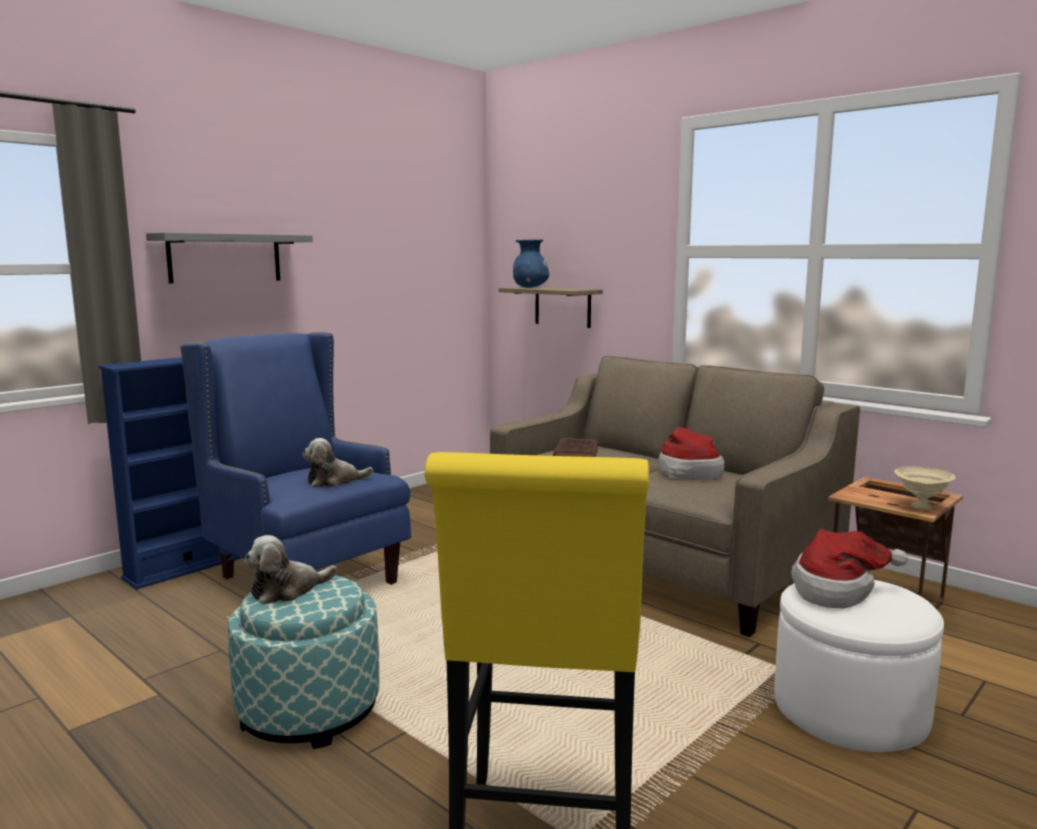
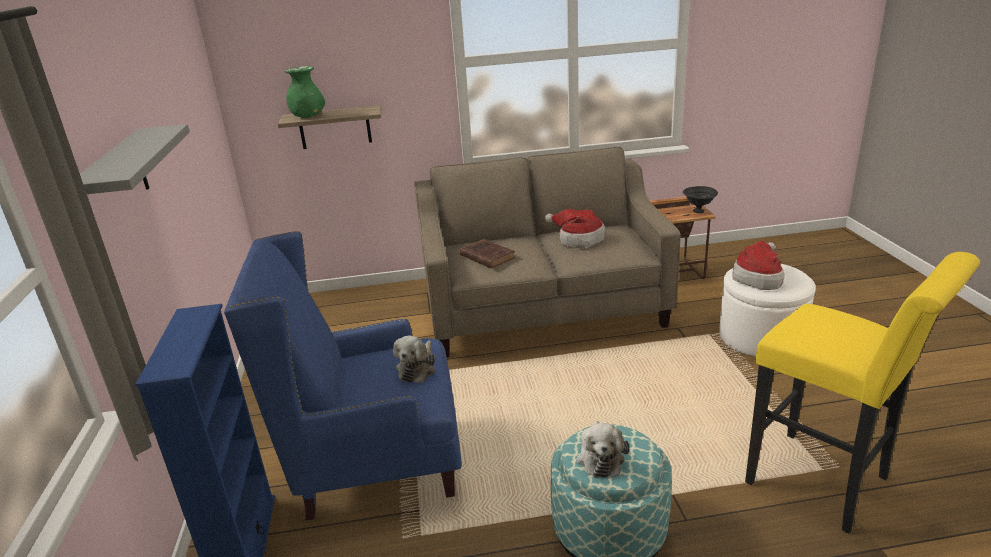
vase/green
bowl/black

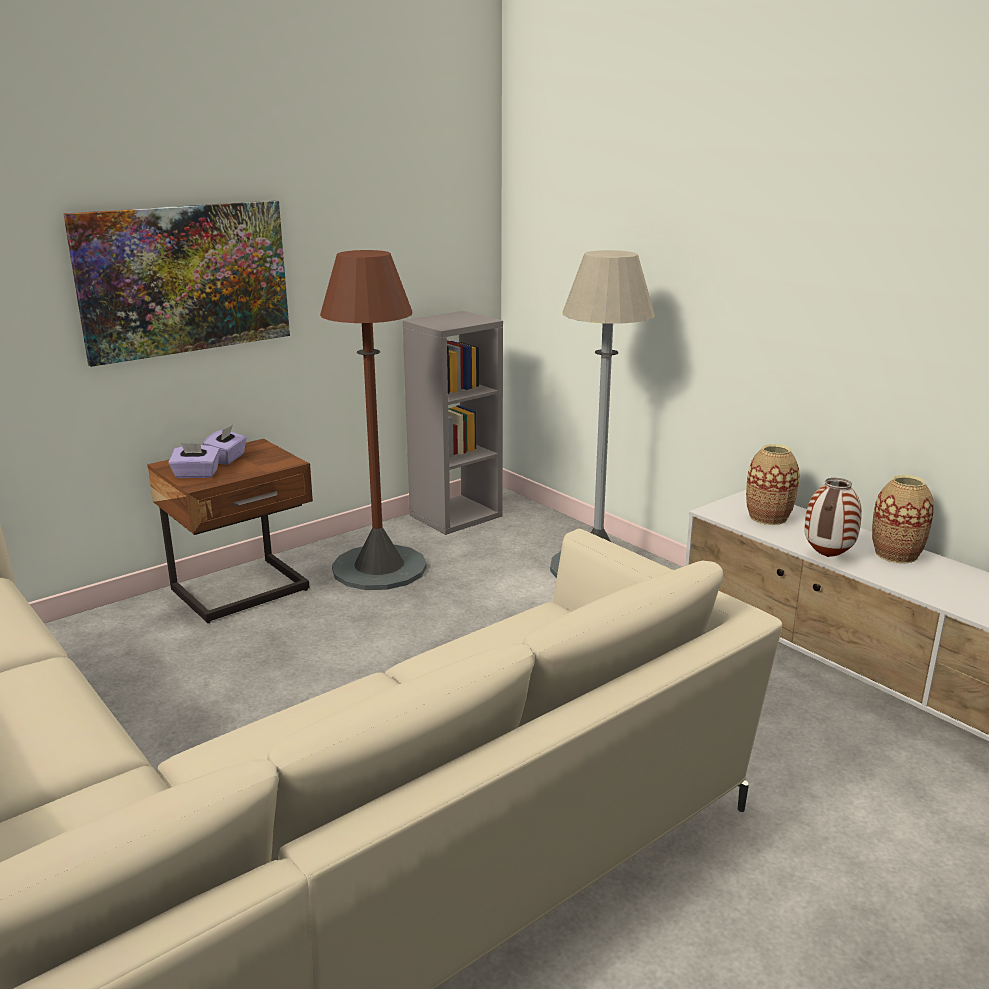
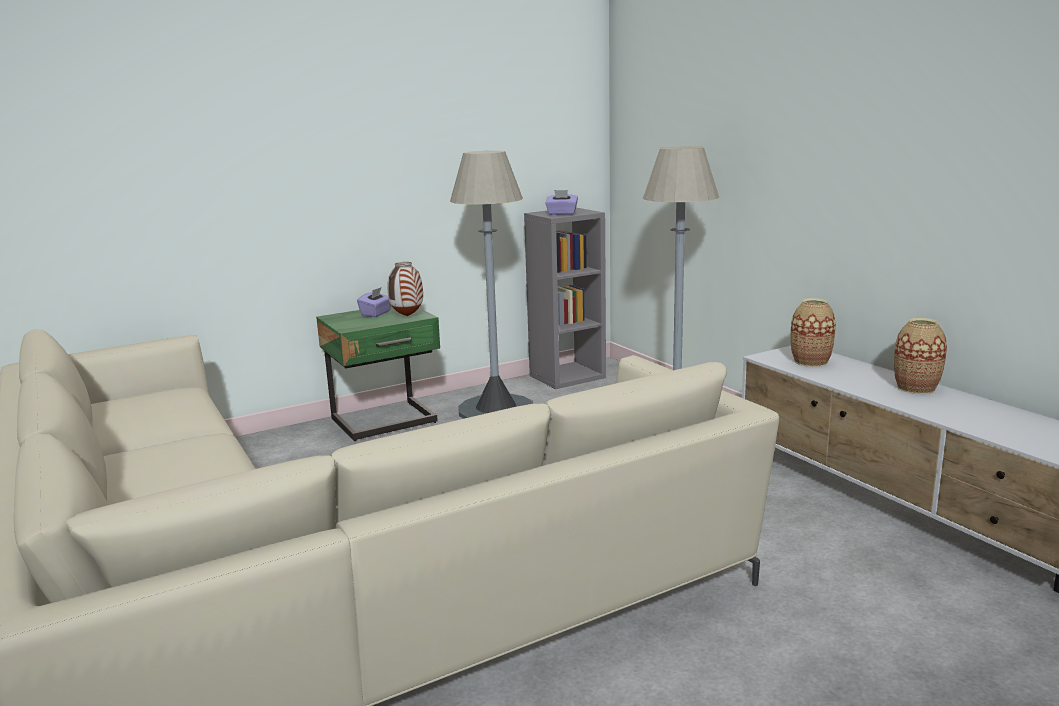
picture
tissue box/purple (2nd from left)
vase (1st from left)
nightstand/green
floor lamp/grey (1st from left)

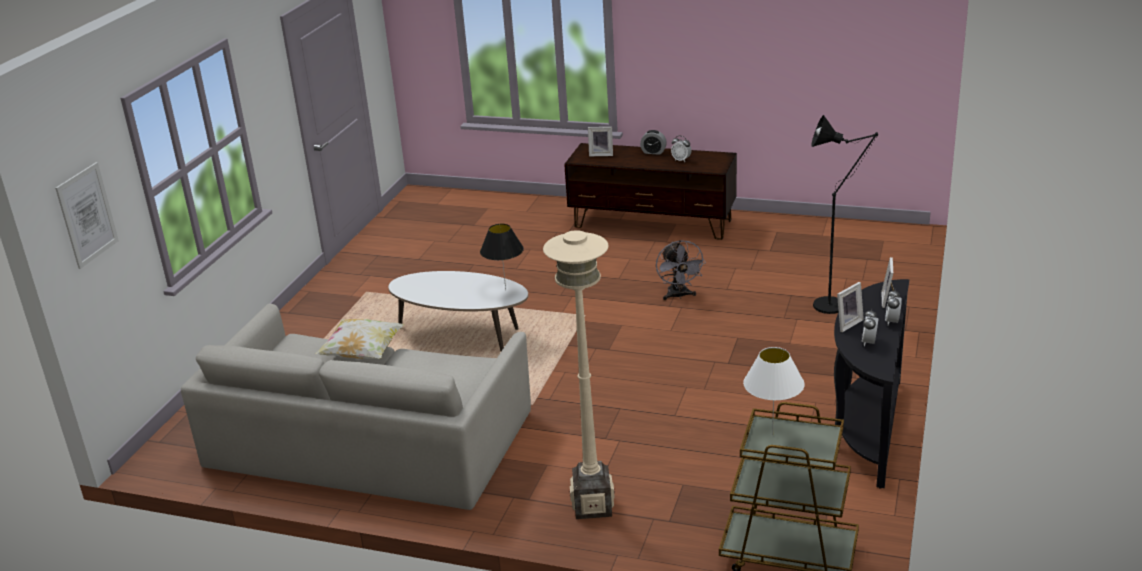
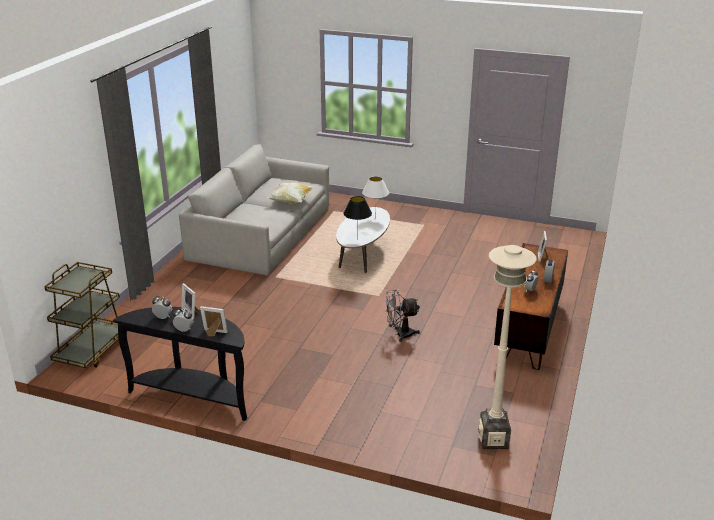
picture
floor lamp/black
floor lamp/beige
table lamp/white

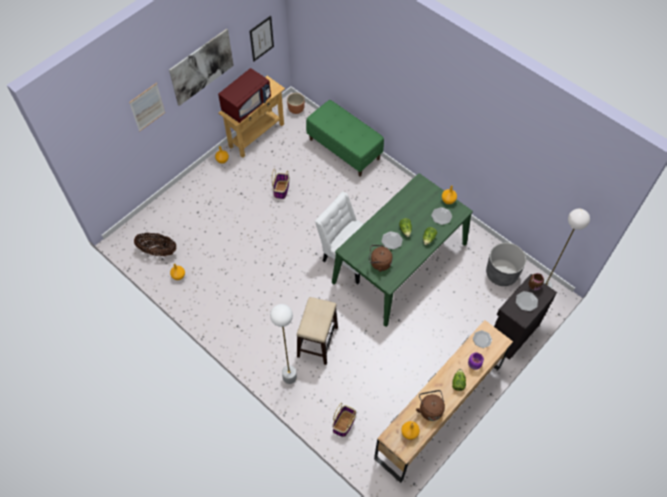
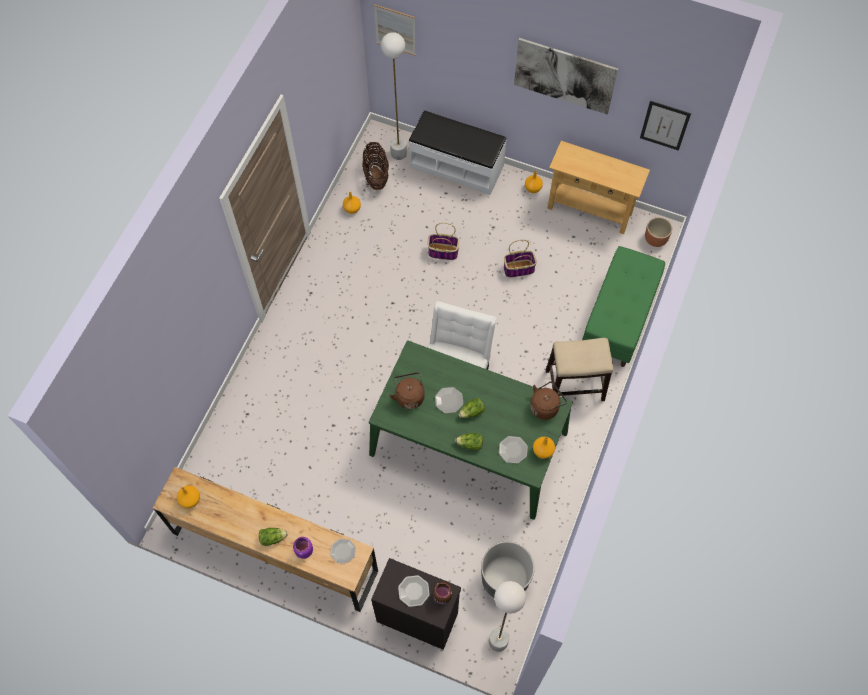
microwave/red
bench/white
picture (1st from left)
floor lamp/white (1st from left)
stool
basket (2nd from left)
kettle/brown (2nd from left)

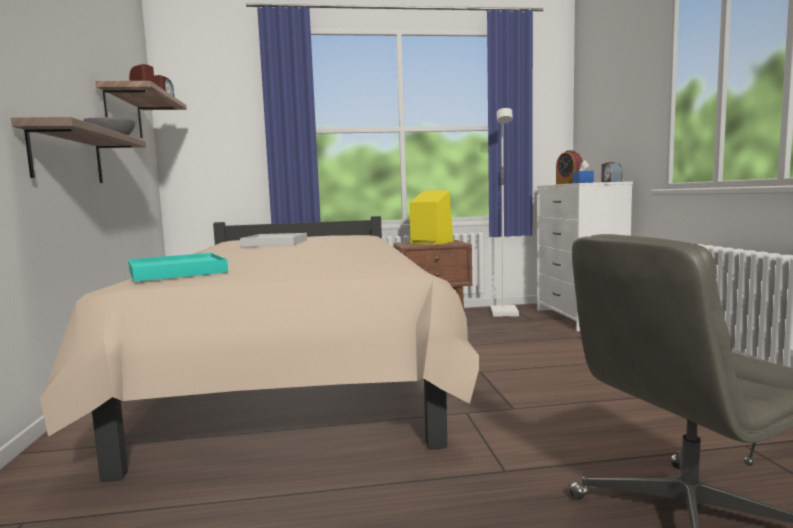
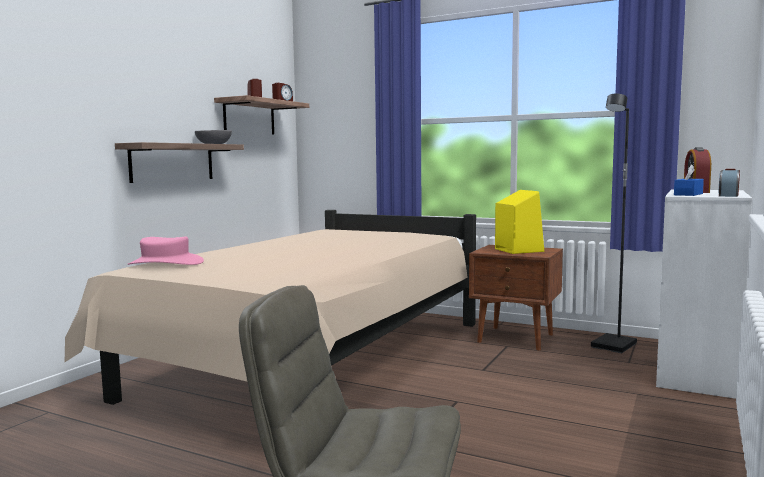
tray/white
hat/pink
floor lamp/black

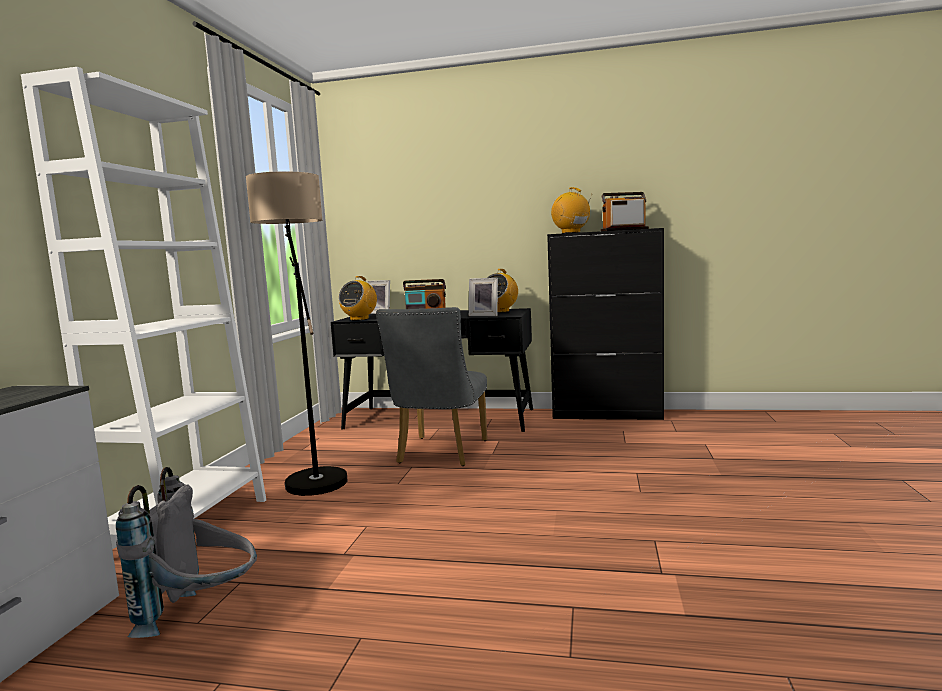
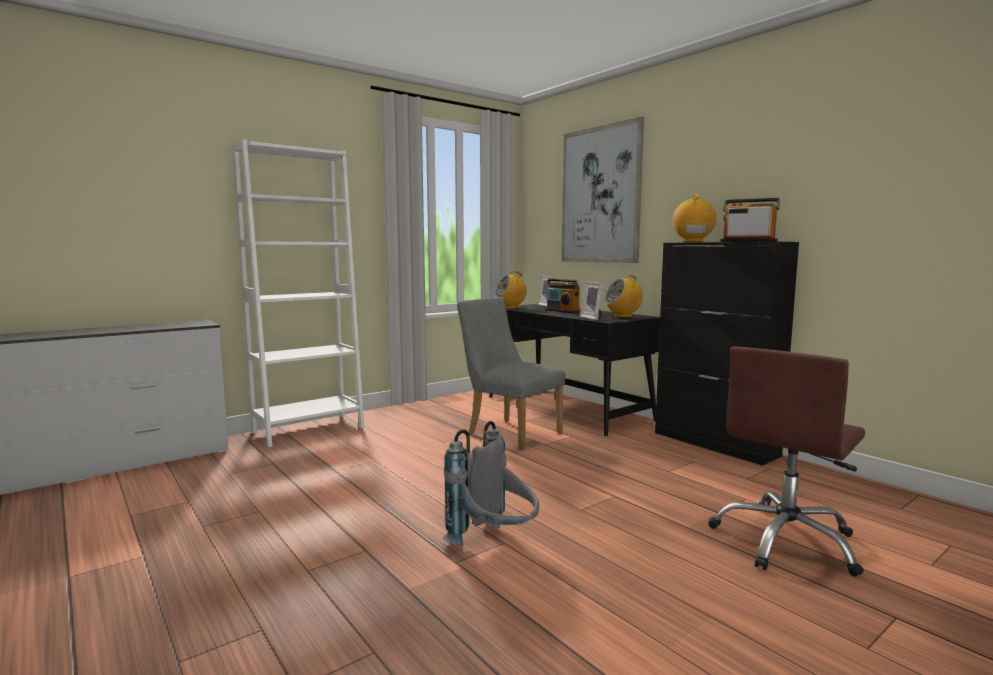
floor lamp
picture
office chair/brown
backpack/grey
chair/grey

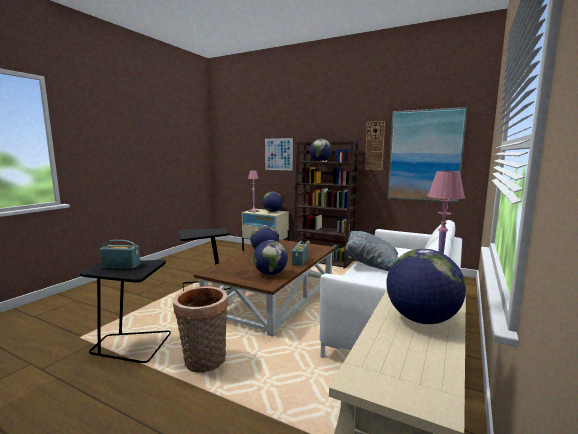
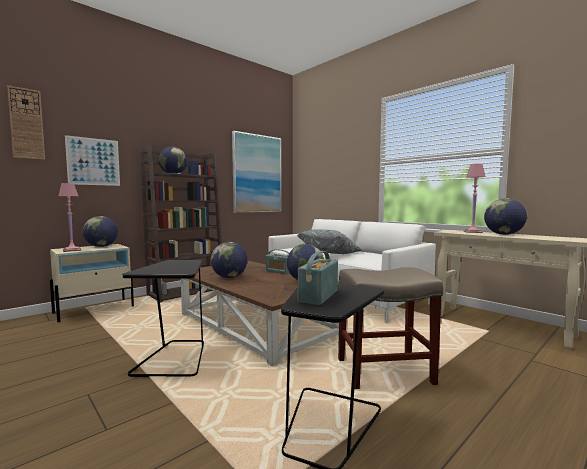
wall clock
stool/beige

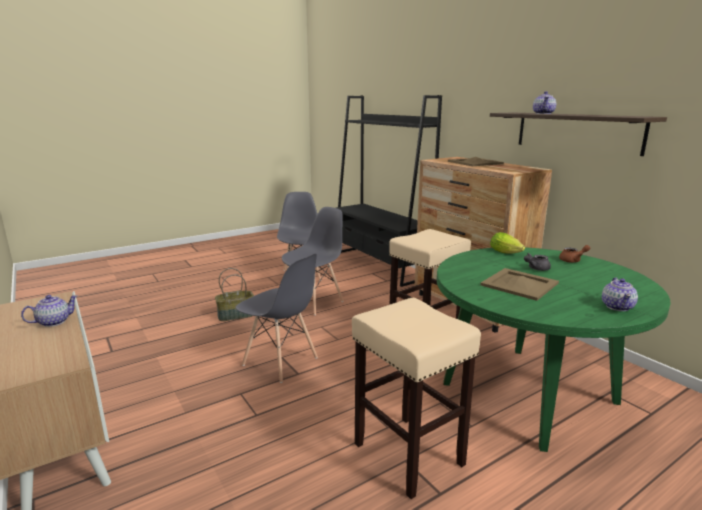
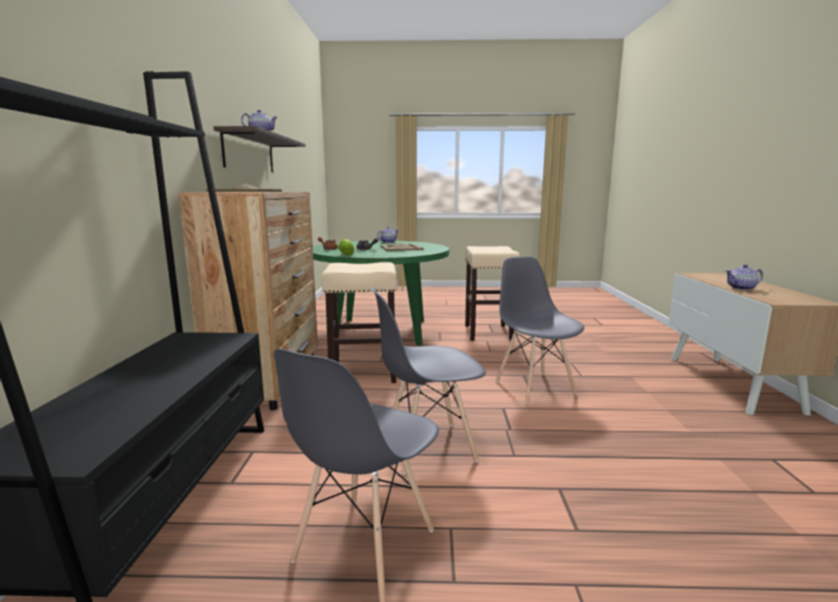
basket

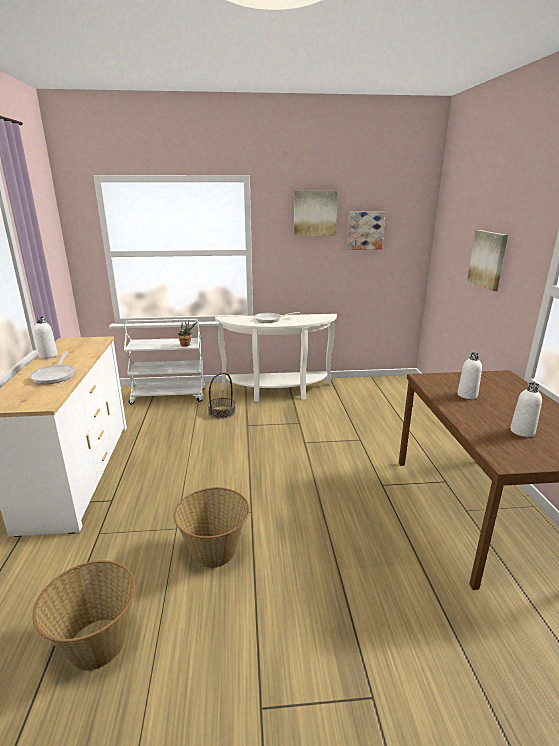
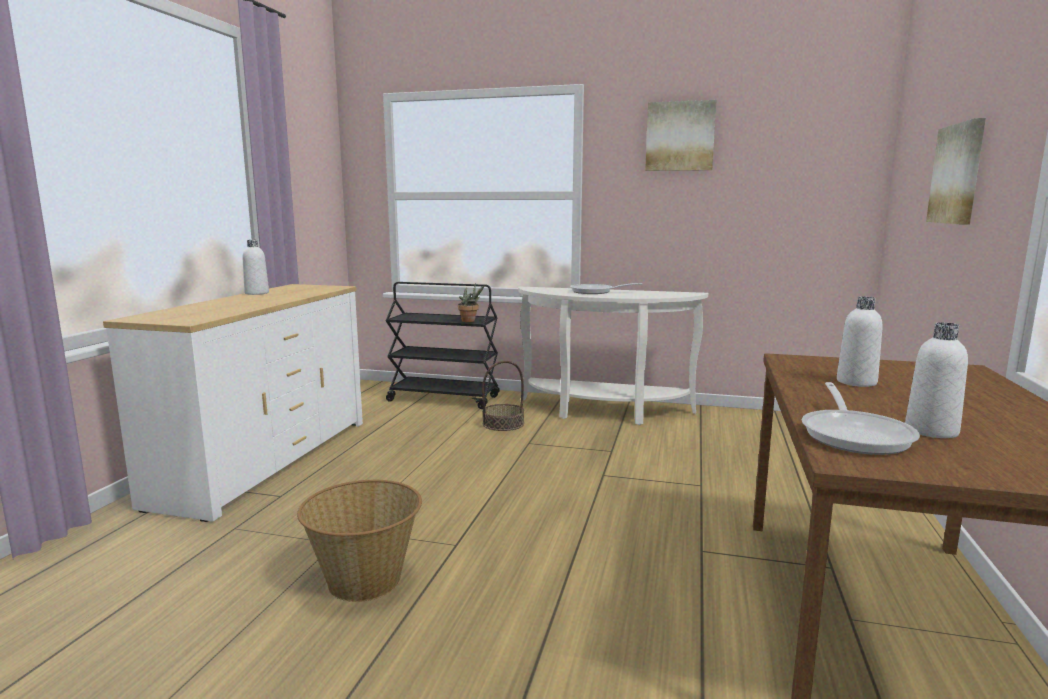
basket (1st from left in the first image)
picture (2nd from left in the first image)
frying pan (2nd from left)
cart/black

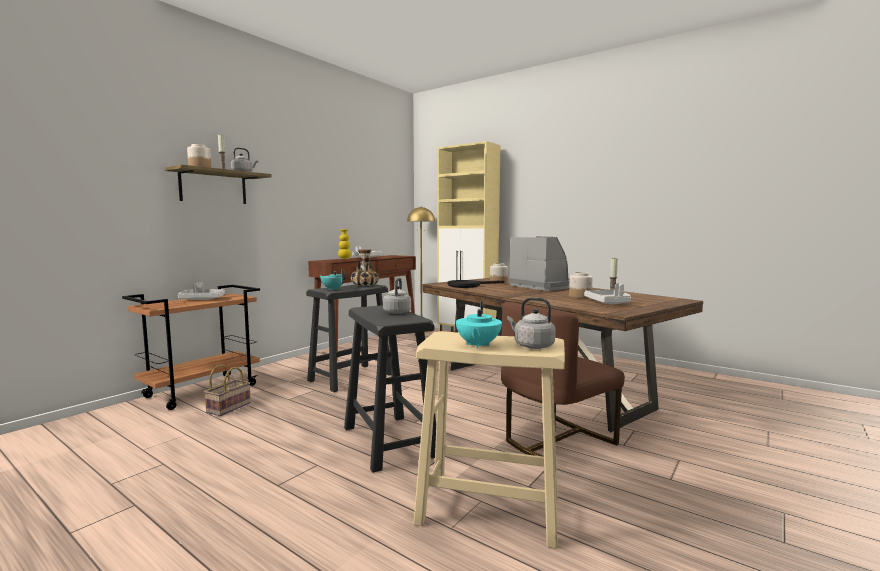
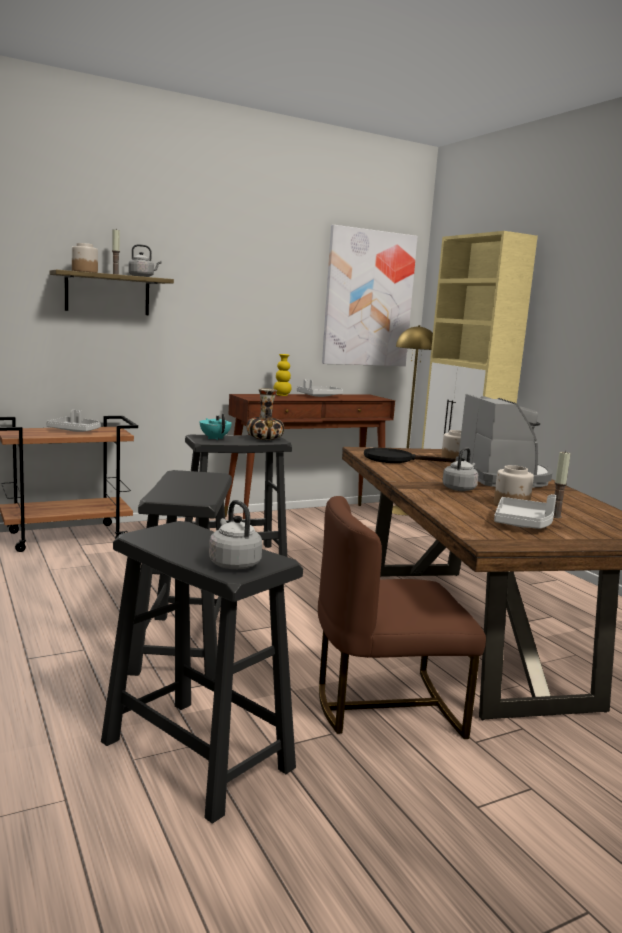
basket
teapot/turquoise (2nd from left in the first image)
picture
kettle/grey (3rd from left)
stool/black (2nd from left)

